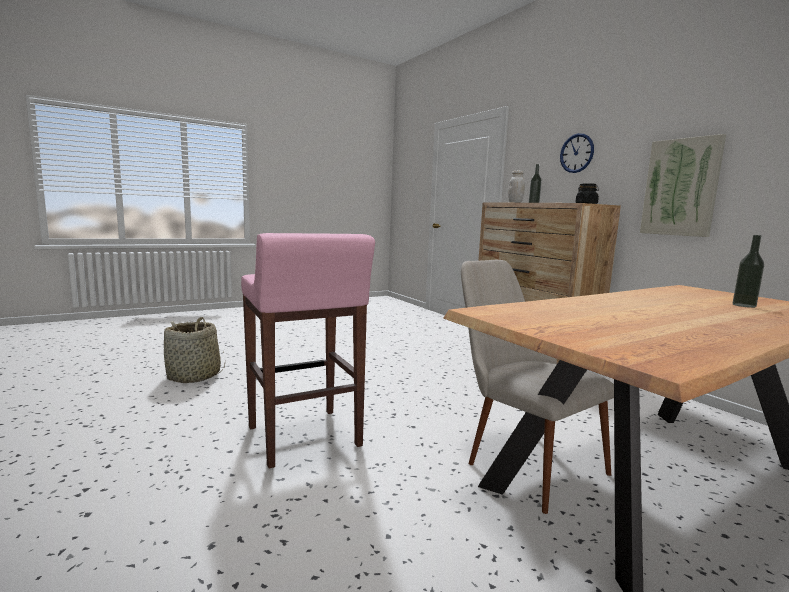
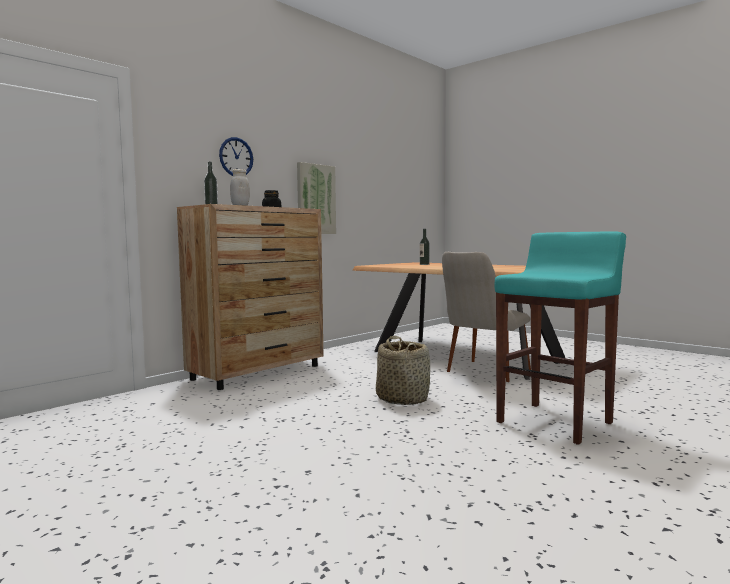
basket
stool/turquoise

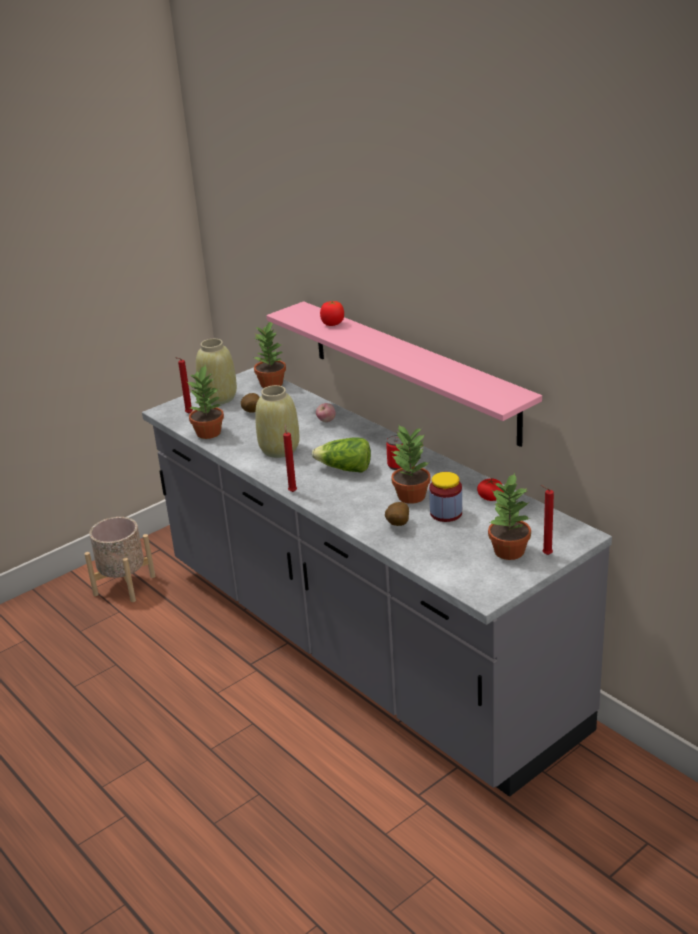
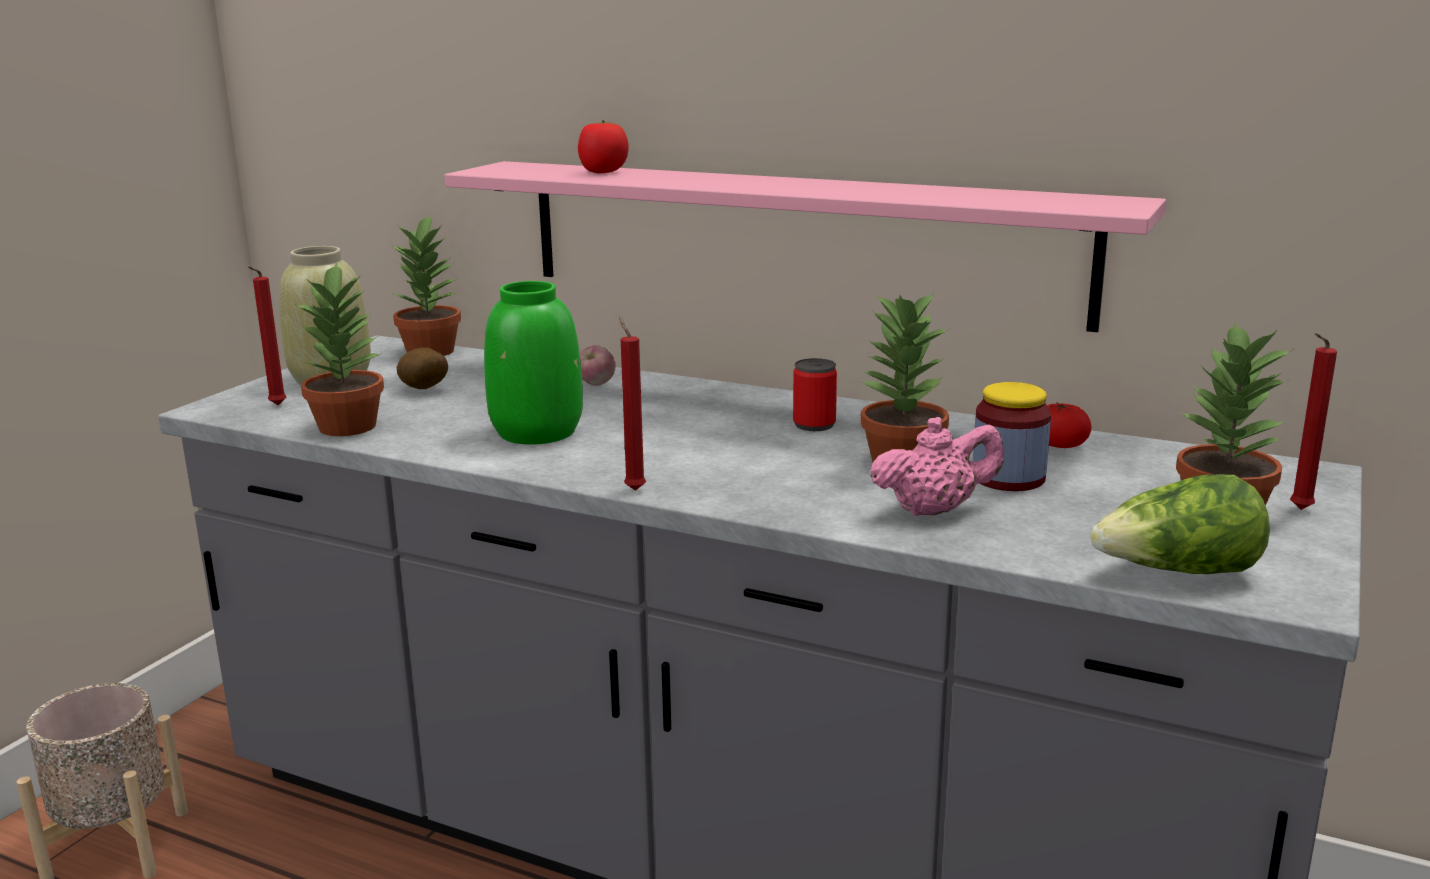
lettuce
teapot/pink
vase/green

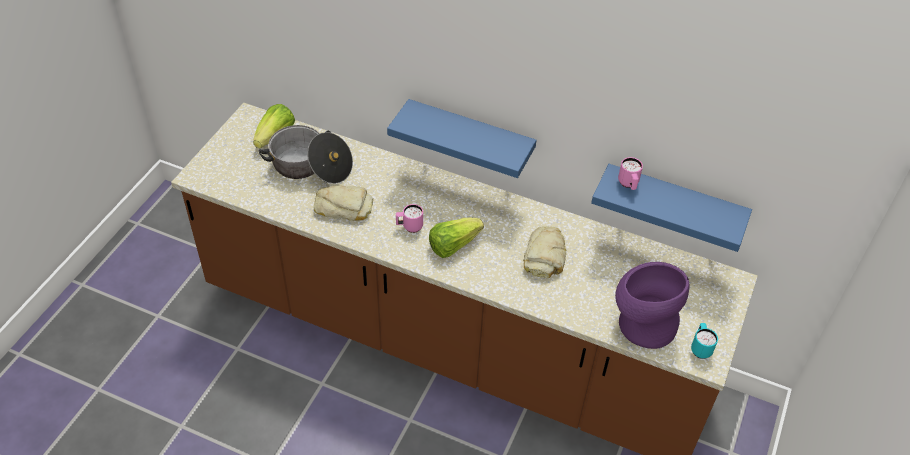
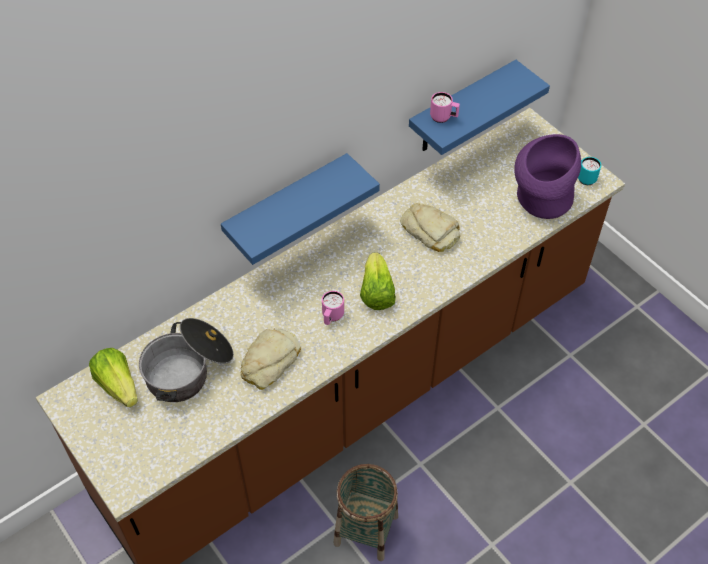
basket

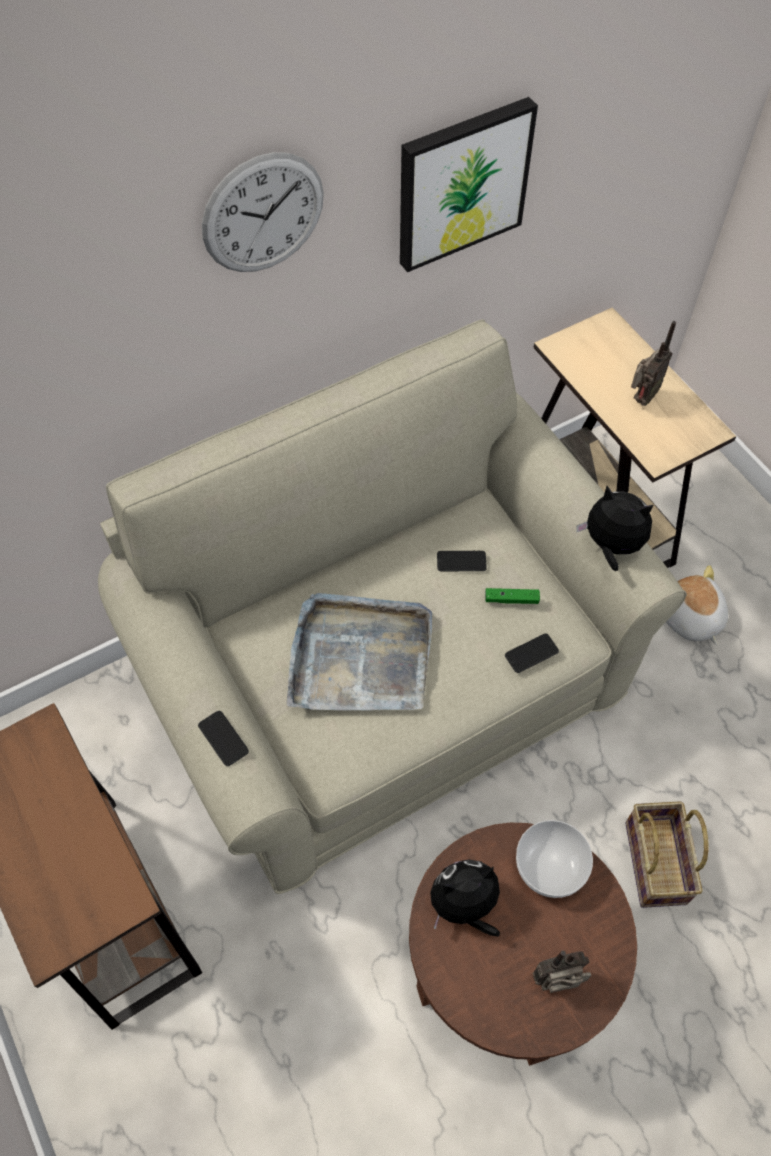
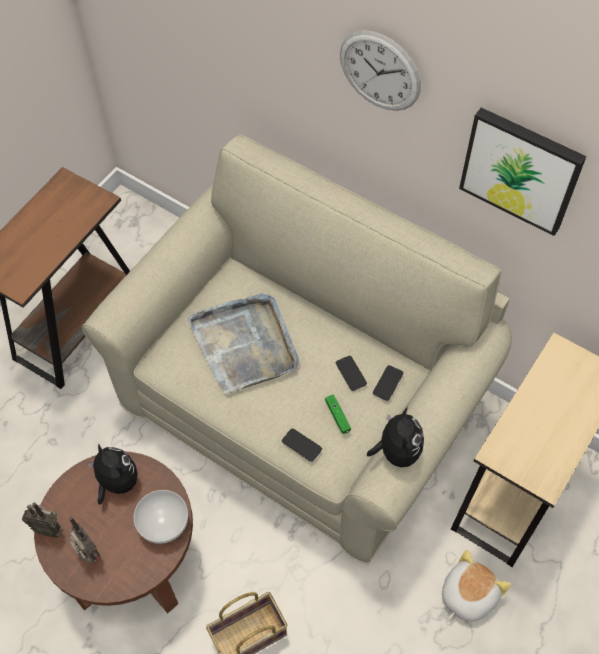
phone (3rd from left)
radio (1st from left)

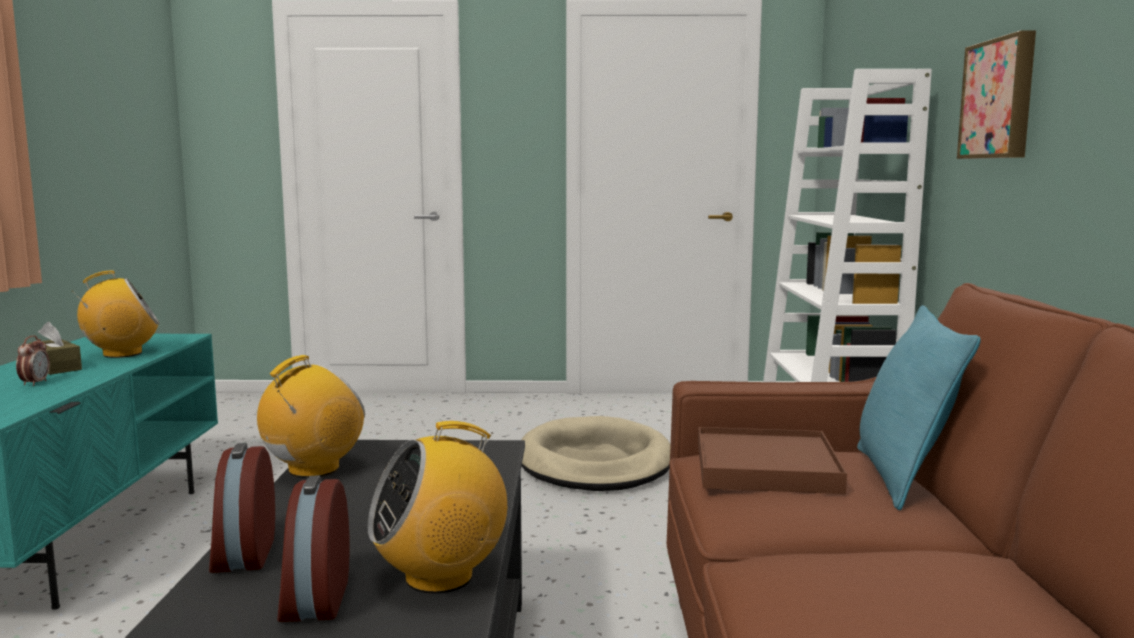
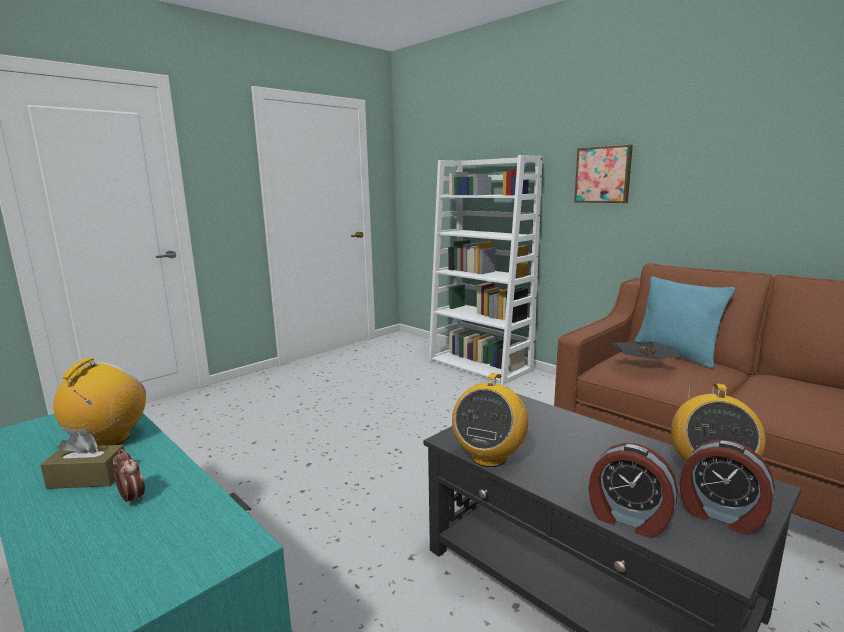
dog bed/beige
newspaper
radio (2nd from left)

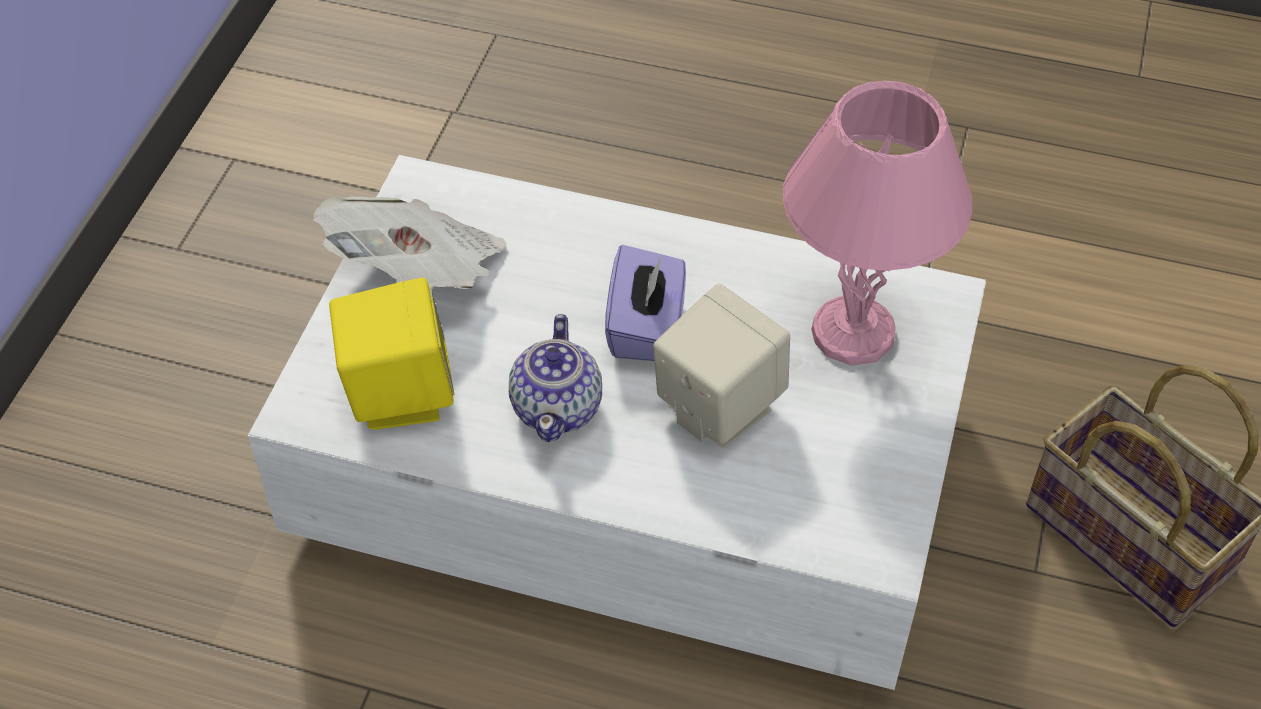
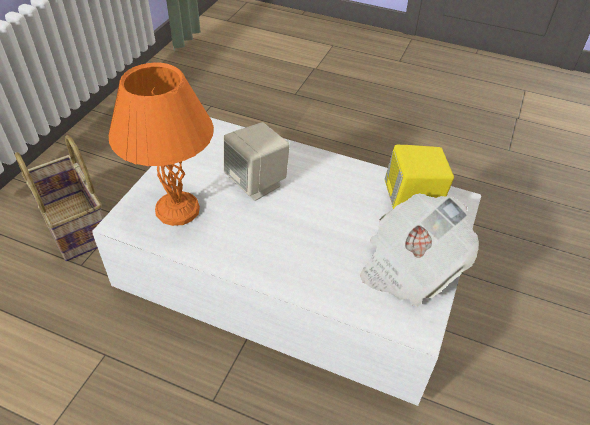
teapot
tissue box/purple
table lamp/orange

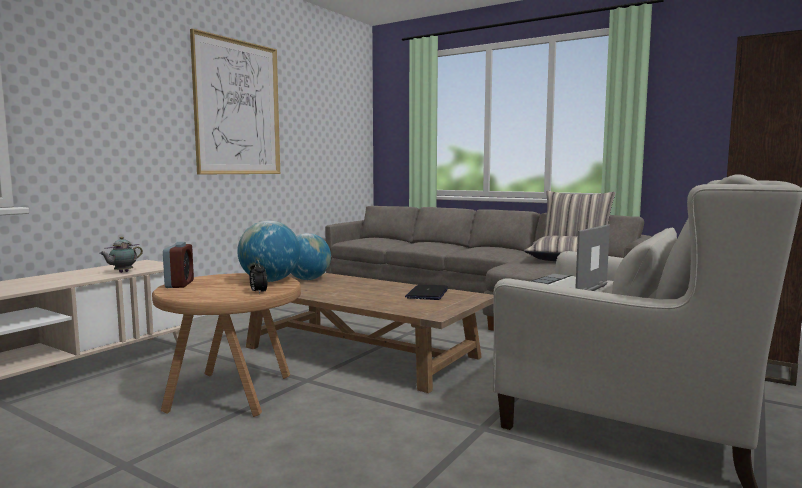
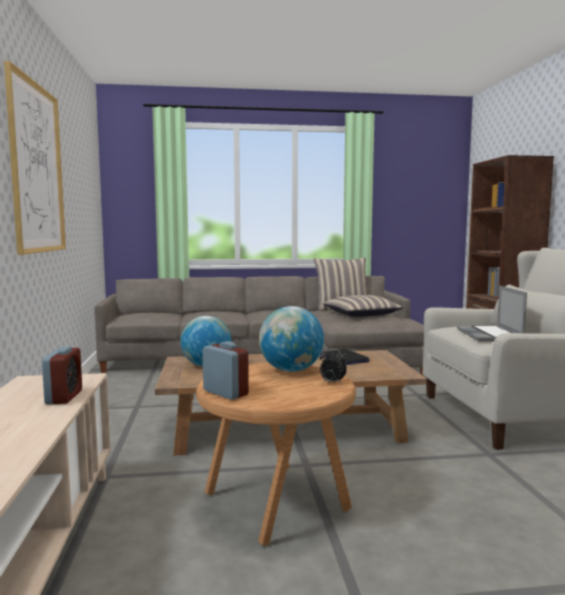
alarm clock (1st from left)

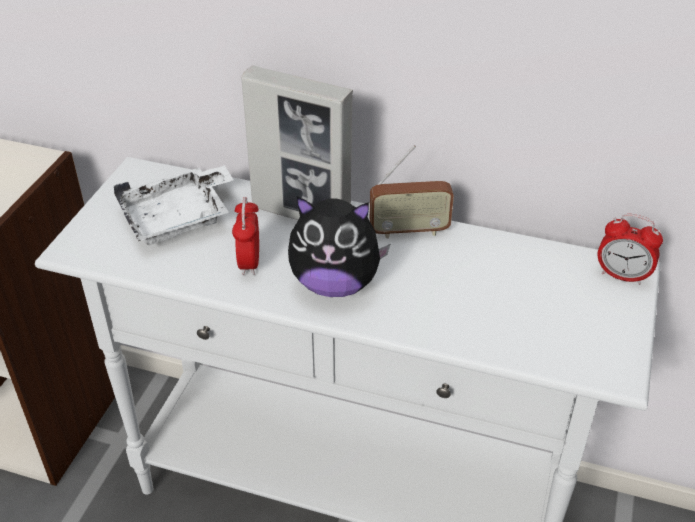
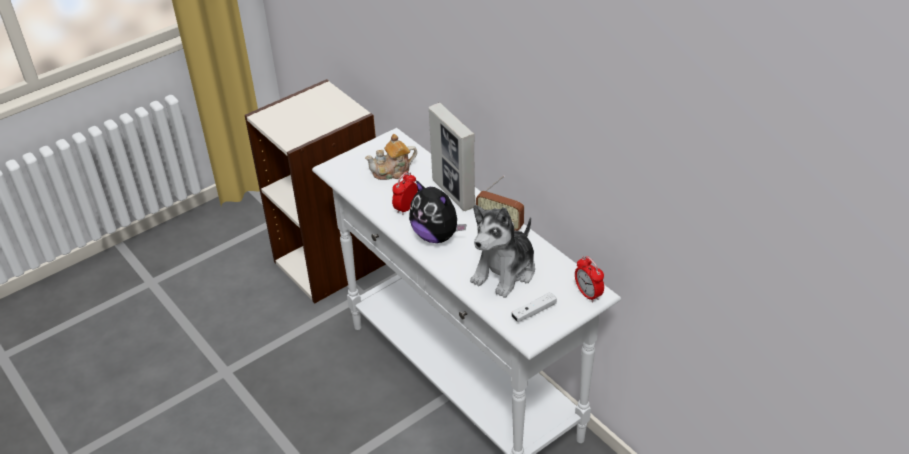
plush toy (2nd from left)
game controller/white
teapot

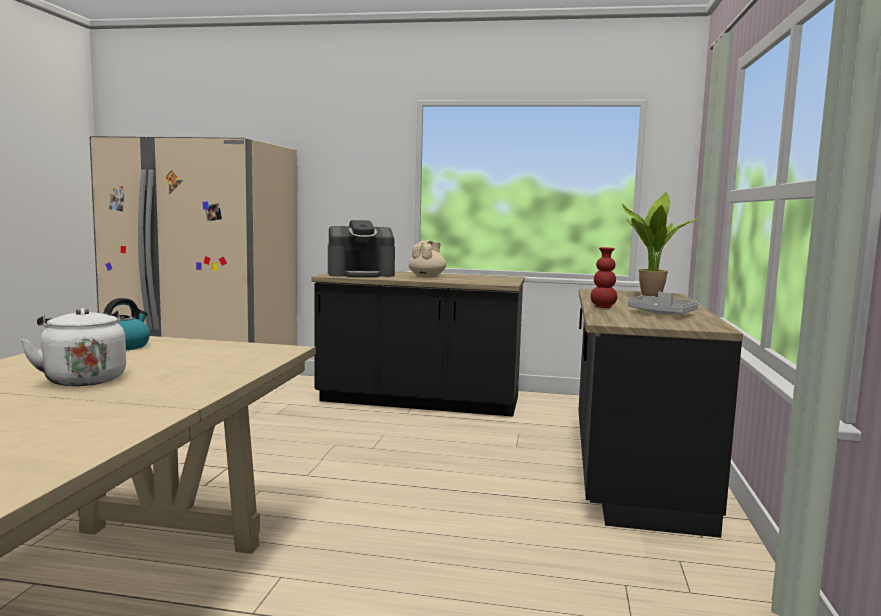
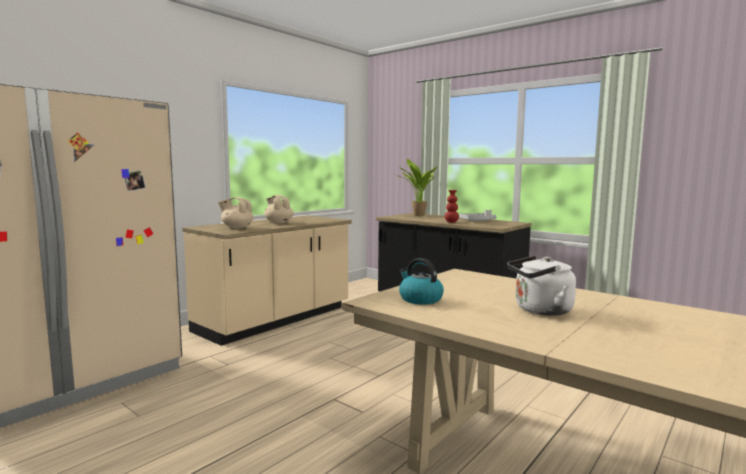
teapot/beige (1st from left)
counter/beige

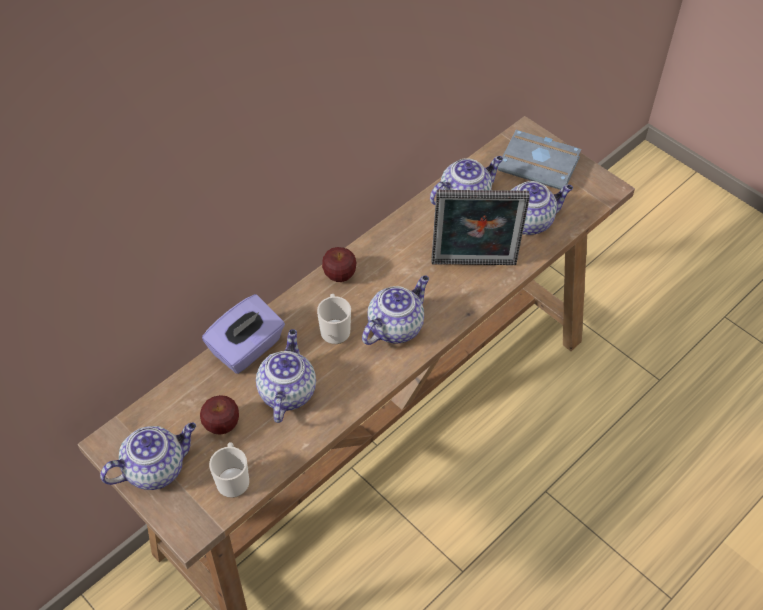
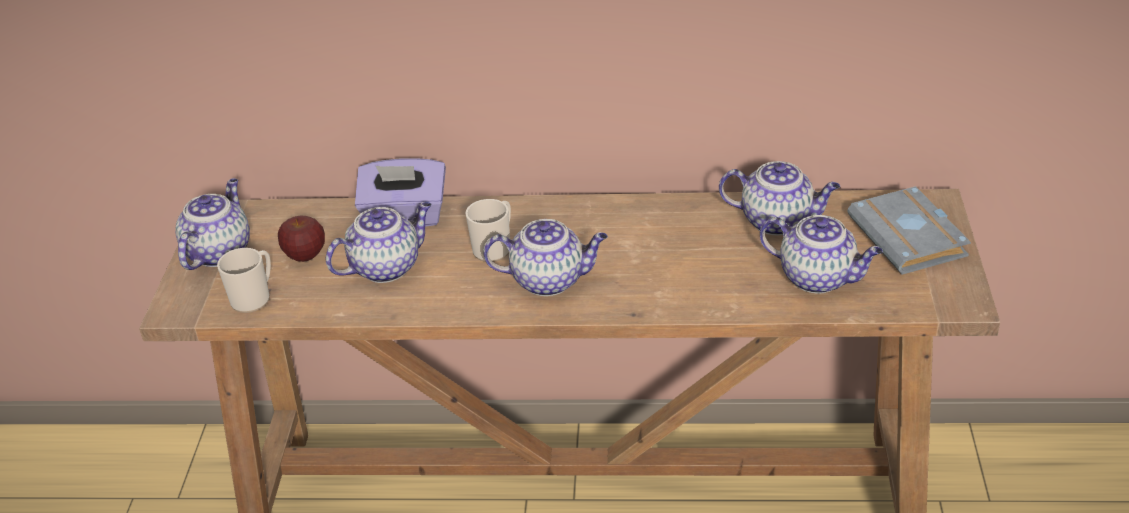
apple (2nd from left in the first image)
picture frame
teapot (1st from left)

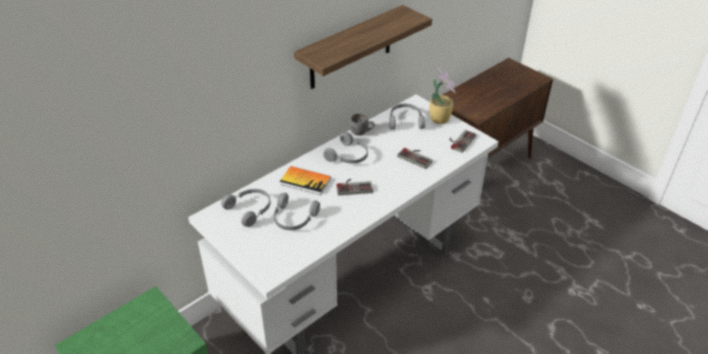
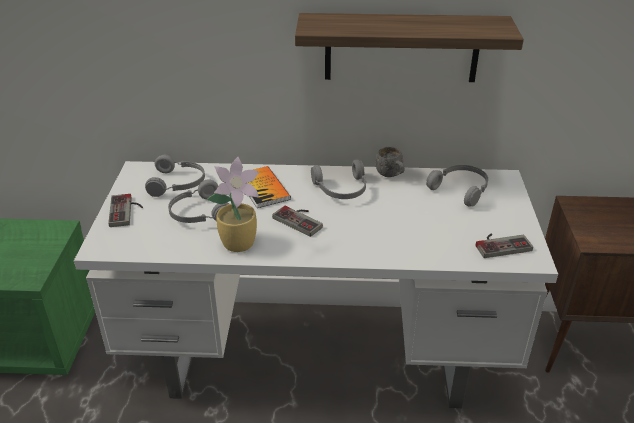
game controller (1st from left)
potted plant

